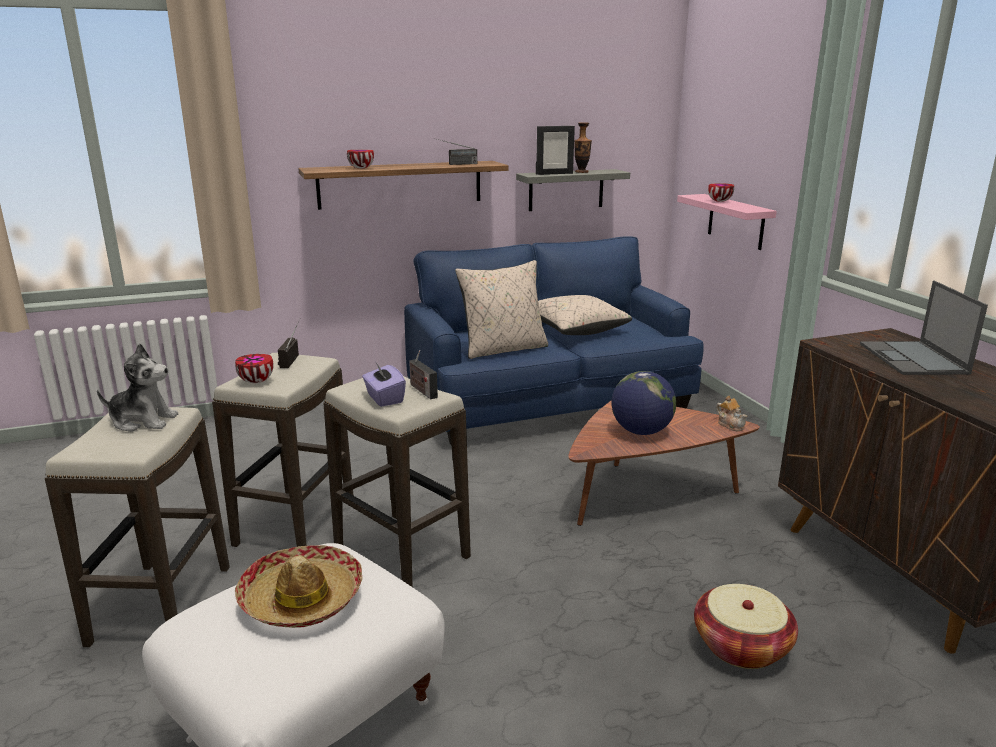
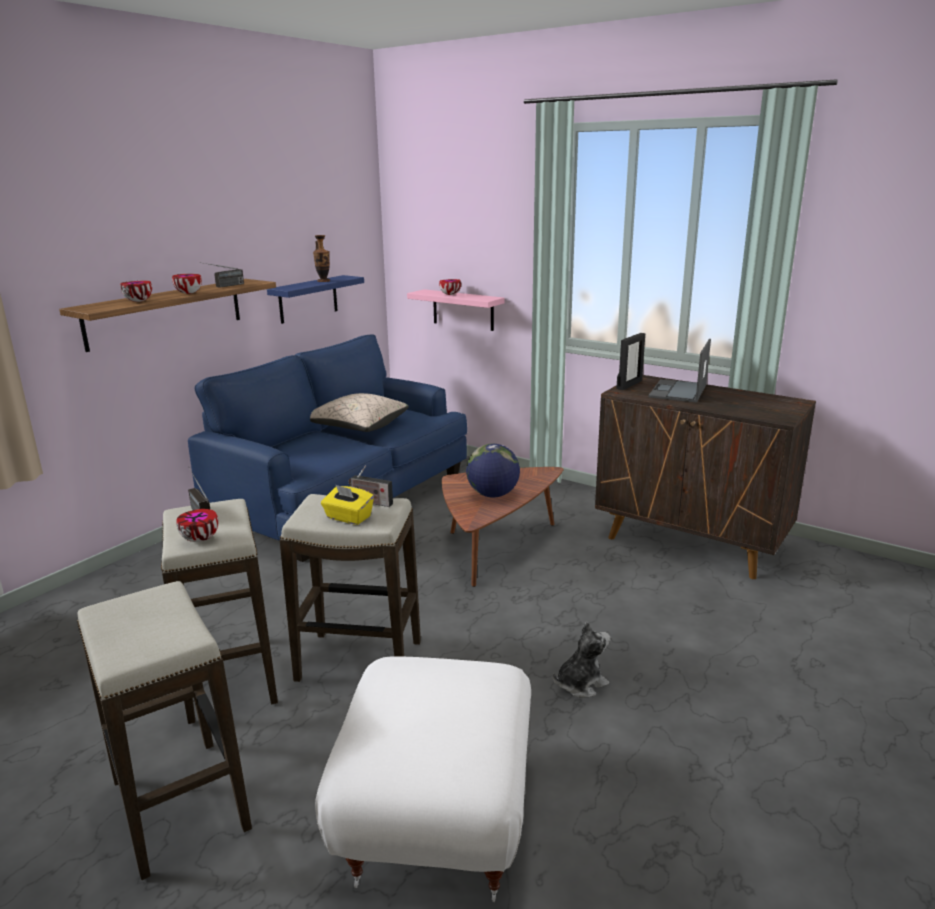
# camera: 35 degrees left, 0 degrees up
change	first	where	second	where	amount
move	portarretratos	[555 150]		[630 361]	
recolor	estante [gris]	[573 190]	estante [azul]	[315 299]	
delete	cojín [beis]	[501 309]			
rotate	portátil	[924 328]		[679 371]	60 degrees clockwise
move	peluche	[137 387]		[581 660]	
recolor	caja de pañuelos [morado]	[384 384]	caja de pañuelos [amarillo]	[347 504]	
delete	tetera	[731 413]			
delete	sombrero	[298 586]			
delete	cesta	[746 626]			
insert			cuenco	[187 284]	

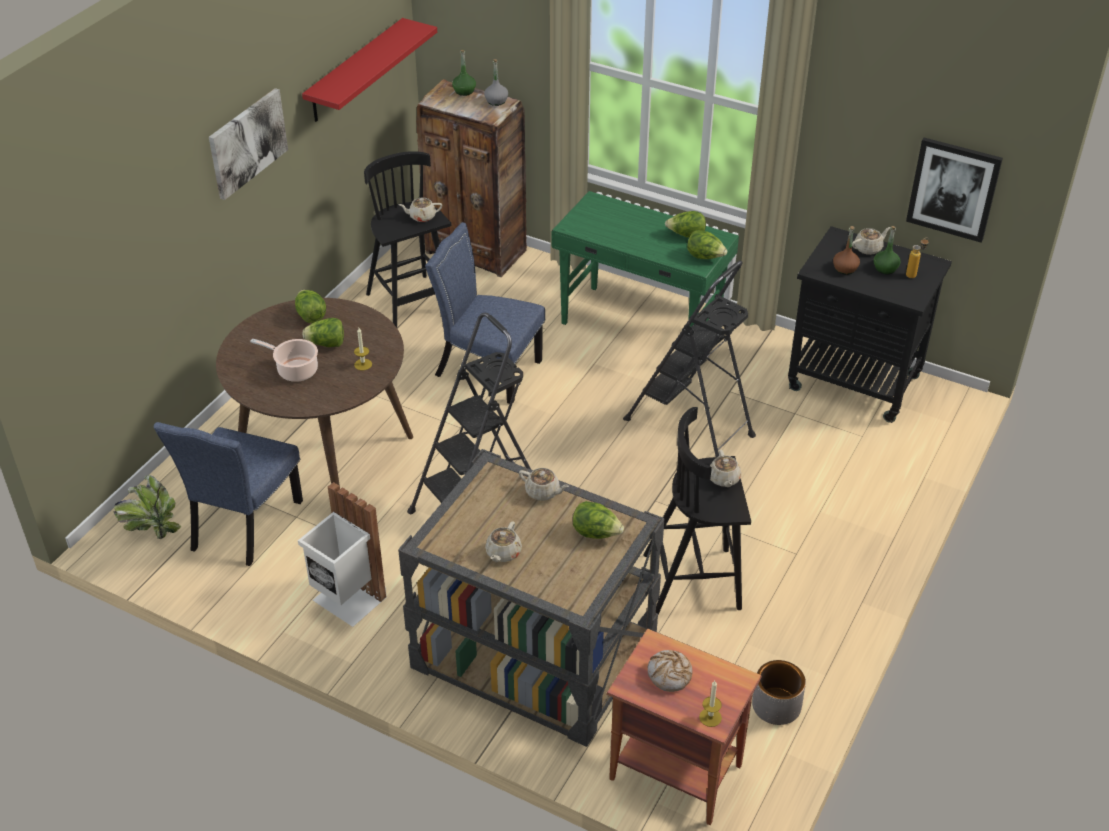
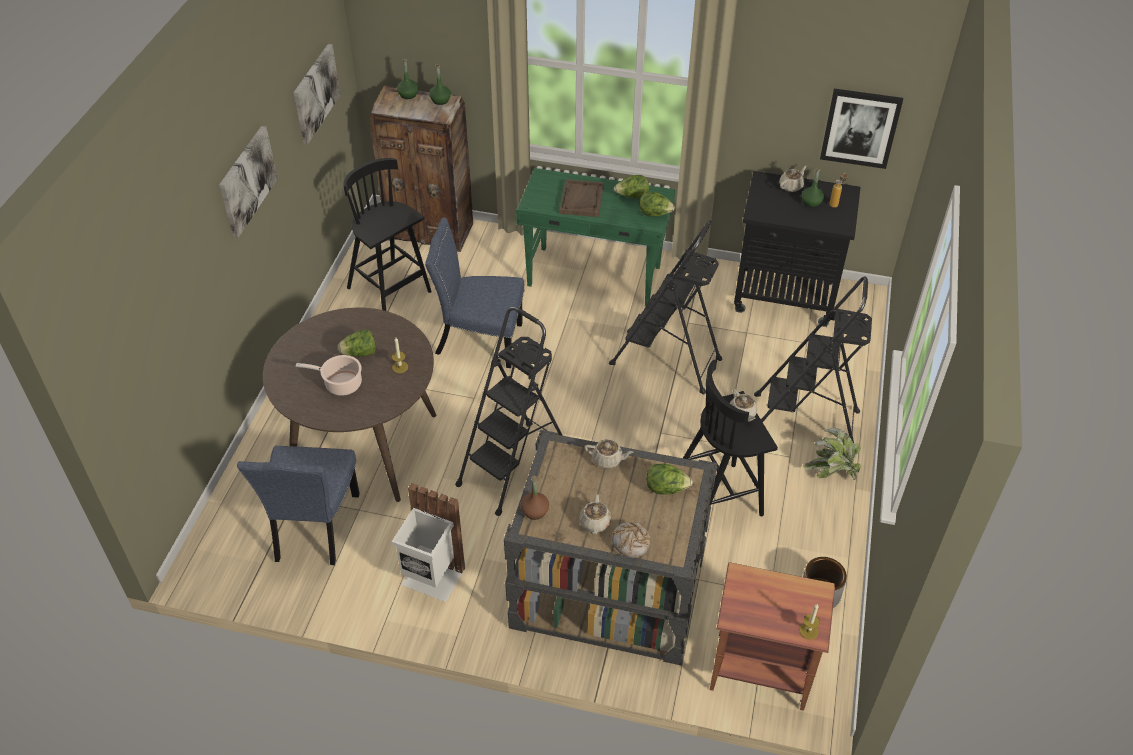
# camera: 15 degrees left, 5 degrees up
change	first	where	second	where	amount
replace	estante [rojo]	[369 70]	cuadro	[317 94]	
recolor	botella [gris]	[496 82]	botella [verde]	[440 84]	
delete	tetera [beis]	[420 209]			
move	botella [marrón]	[846 250]		[534 497]	
delete	lechuga	[310 306]			
move	planta en maceta	[147 507]		[832 454]	
move	pan	[670 671]		[631 540]	
insert			bandeja [marrón]	[582 198]	
insert			escalera de tijera	[813 359]	

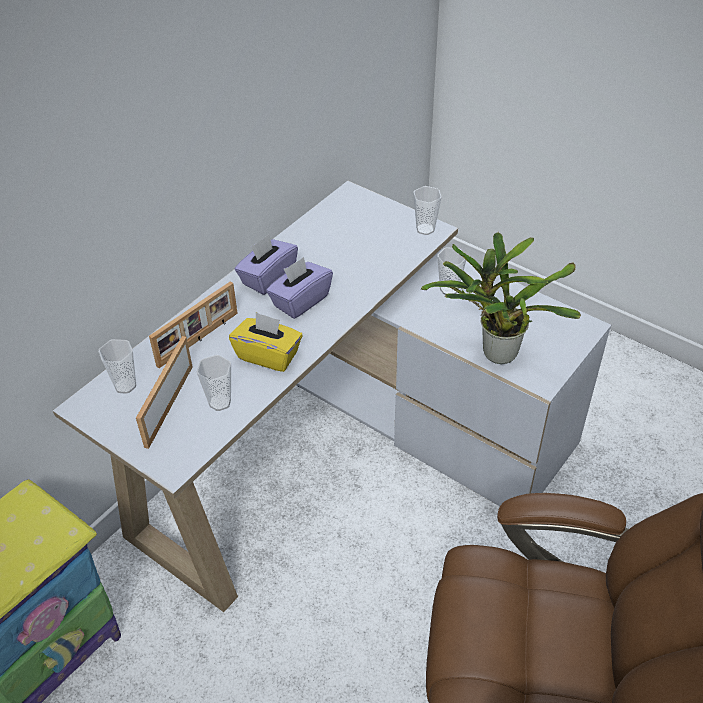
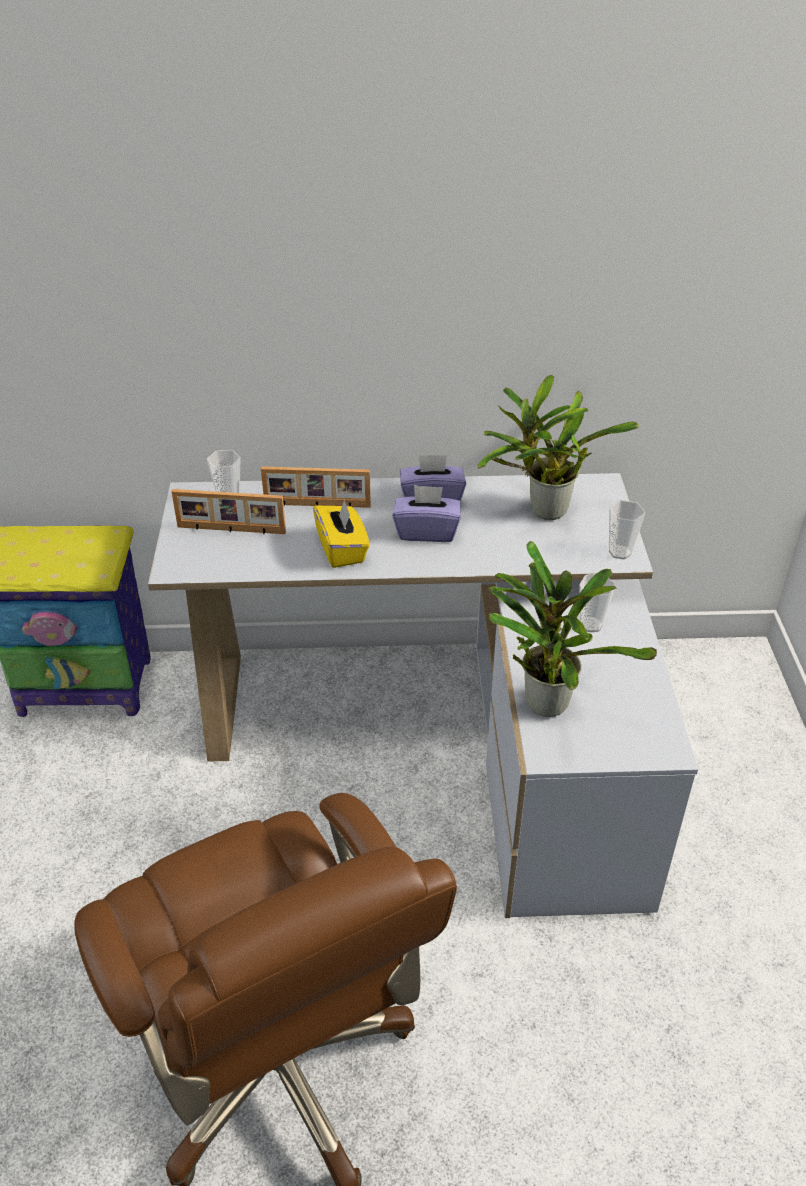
# camera: 50 degrees right, 5 degrees down
change	first	where	second	where	amount
rotate	portarretratos	[164 392]		[228 511]	150 degrees counterclockwise
delete	taza	[214 383]			
insert			planta en maceta	[558 447]	

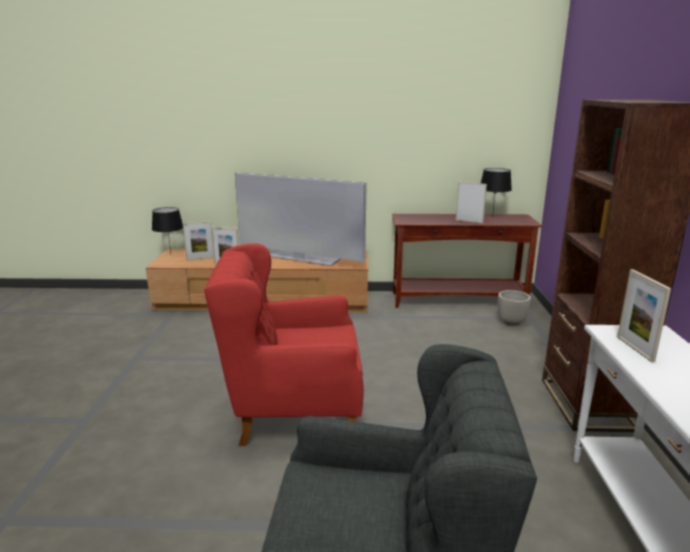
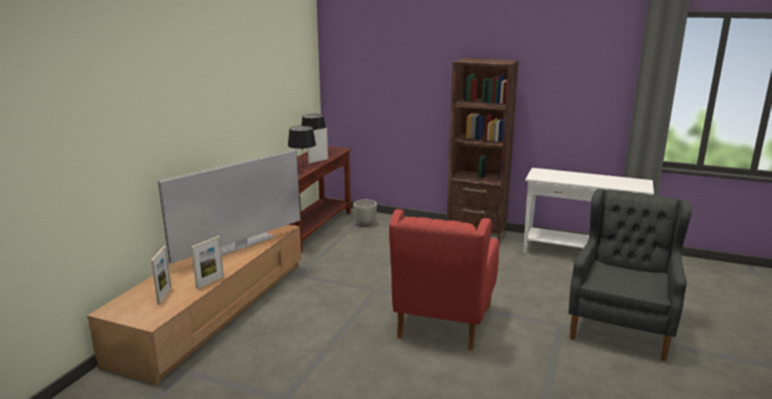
# camera: 70 degrees left, 0 degrees up
change	first	where	second	where	amount
move	lámpara de mesa [negro]	[167 230]		[302 142]	
delete	portarretratos	[644 315]			

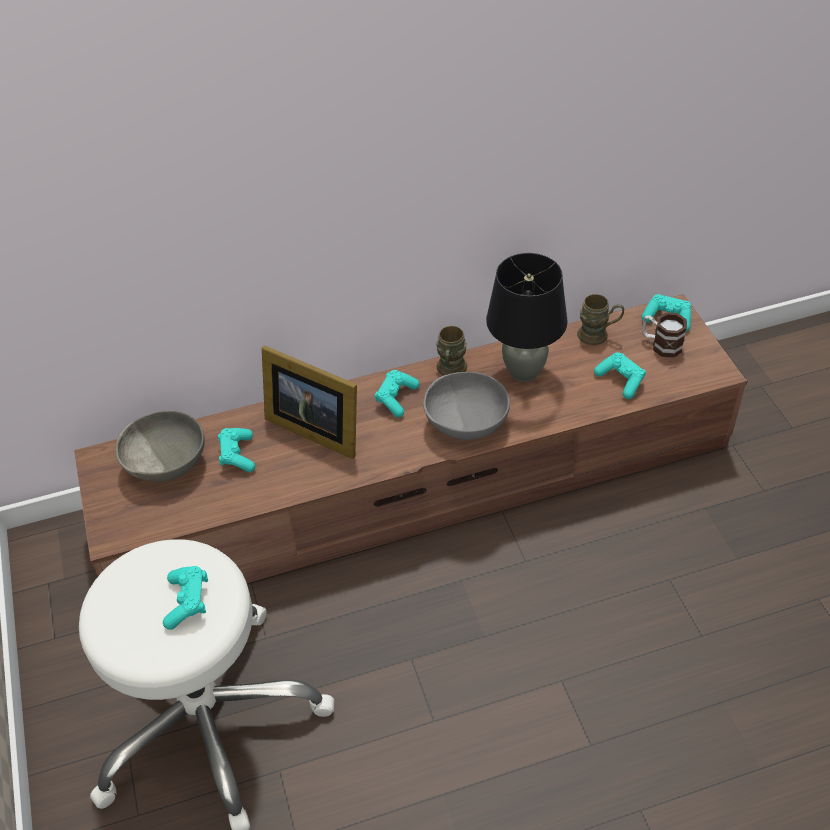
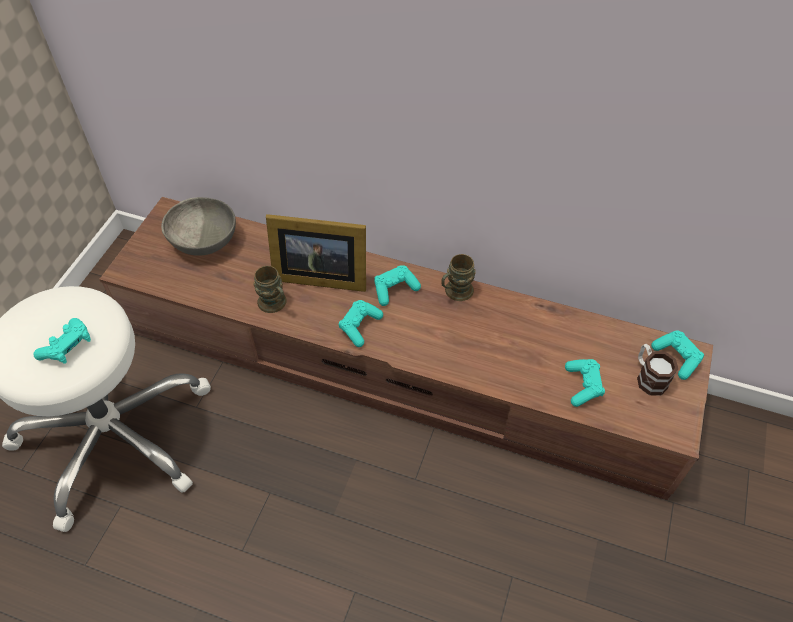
# camera: 35 degrees right, 5 degrees up
change	first	where	second	where	amount
delete	lámpara de mesa [negro]	[527 317]			
move	taza grande [marrón]	[600 319]		[270 289]	
rotate	portarretratos	[309 402]		[316 253]	60 degrees counterclockwise
delete	cuenco [gris]	[466 406]			
move	mando de consola [turquesa]	[236 450]		[361 323]	

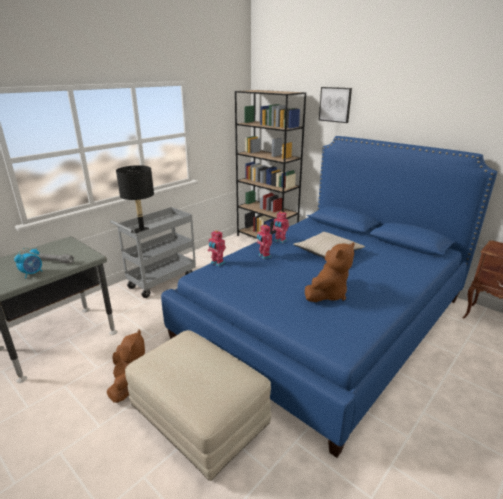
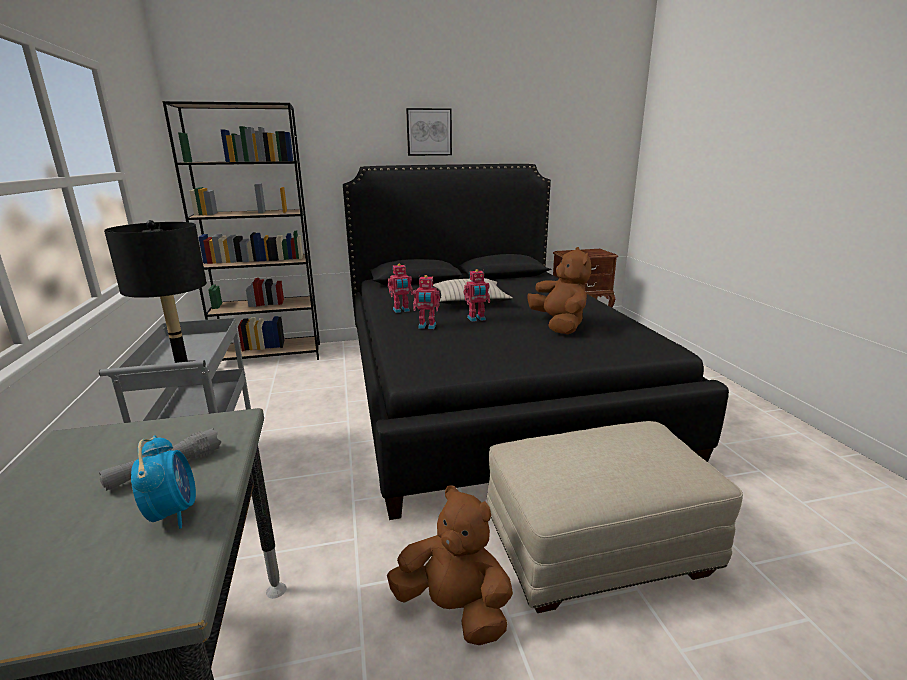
# camera: 55 degrees left, 5 degrees down
change	first	where	second	where	amount
move	cuadro	[335 105]		[429 132]	
recolor	cama [azul]	[329 297]	cama [negro]	[536 342]	
move	robot de juguete	[217 248]		[477 295]	

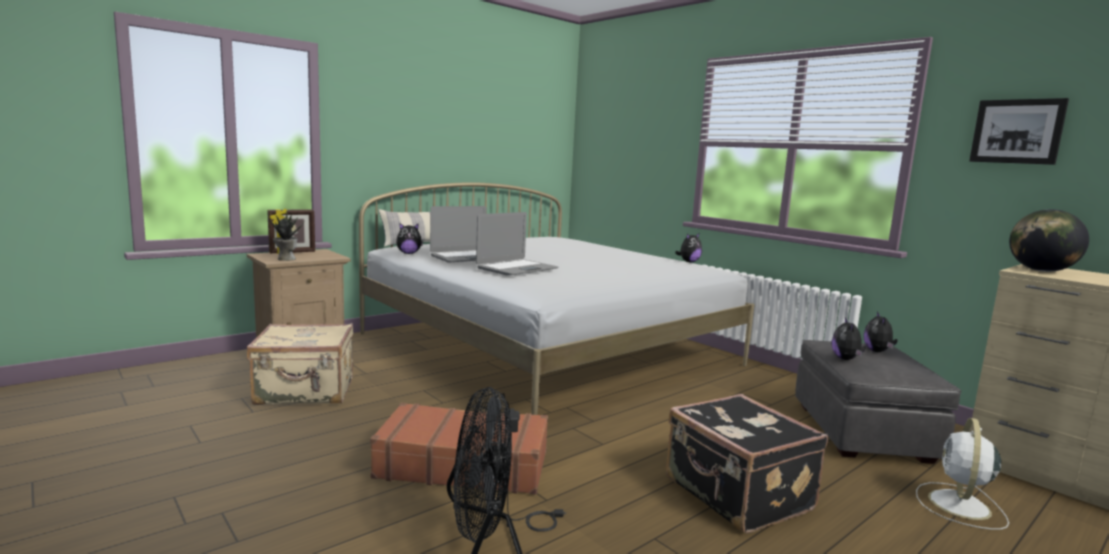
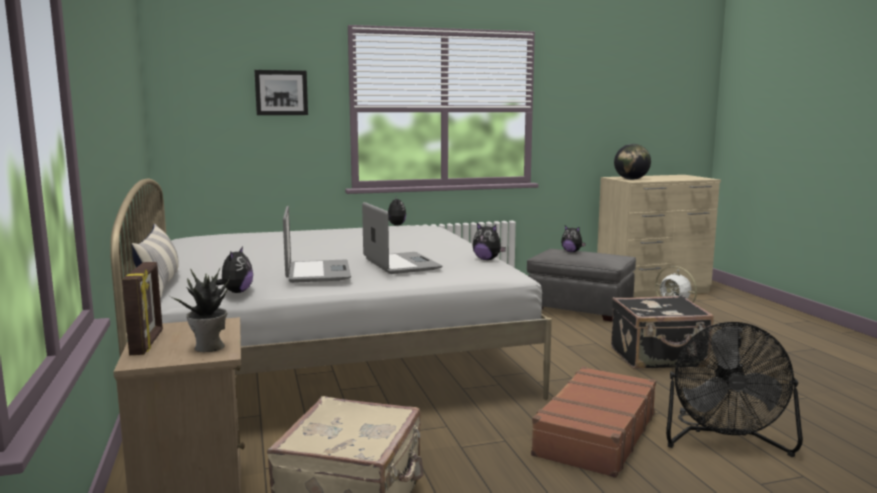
# camera: 65 degrees left, 0 degrees up
change	first	where	second	where	amount
move	cuadro	[1019 131]		[281 92]	
move	peluche	[849 338]		[489 241]	

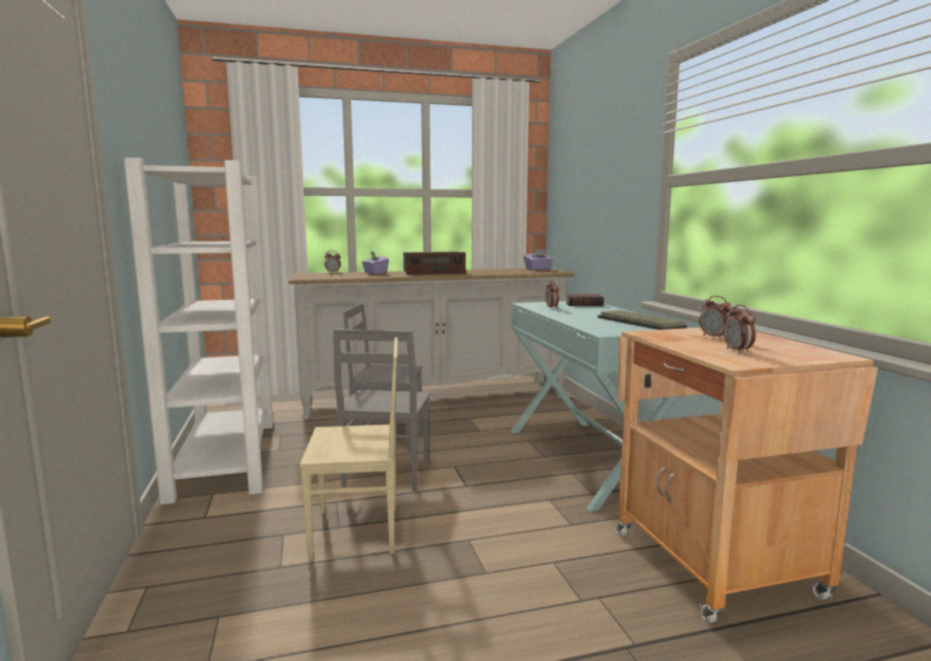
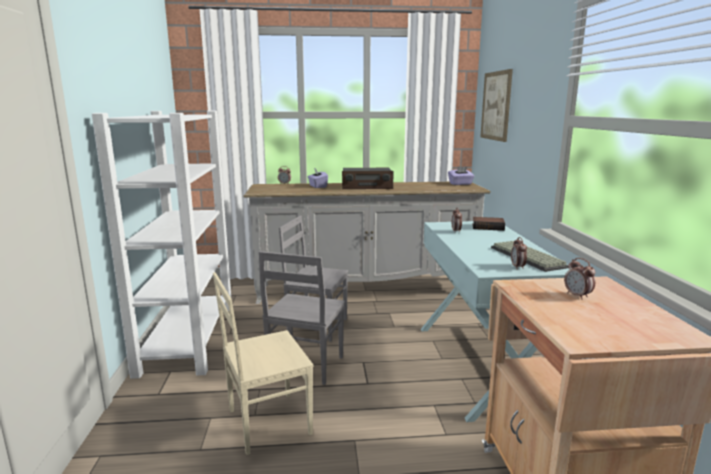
# camera: 10 degrees right, 5 degrees up
change	first	where	second	where	amount
move	despertador	[740 329]		[519 253]	
rotate	silla [beis]	[349 448]		[263 363]	150 degrees clockwise
insert			cuadro	[496 105]	

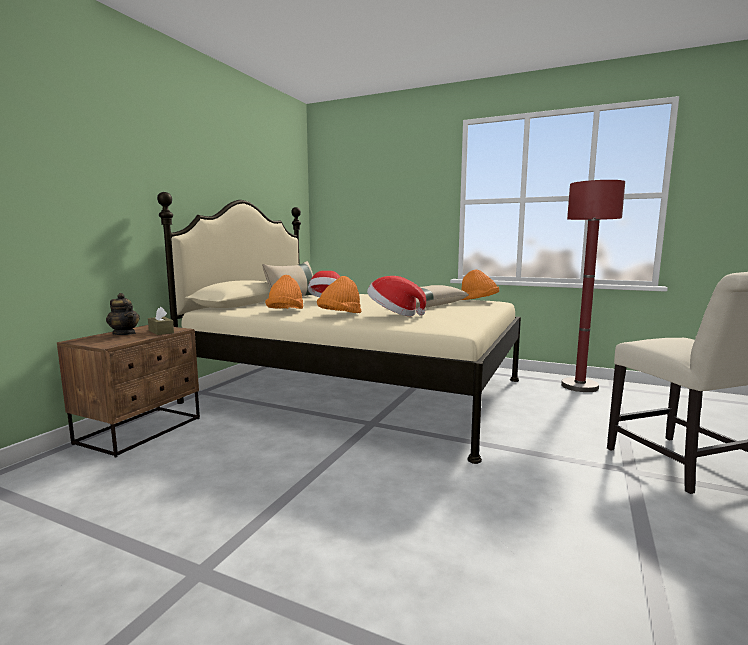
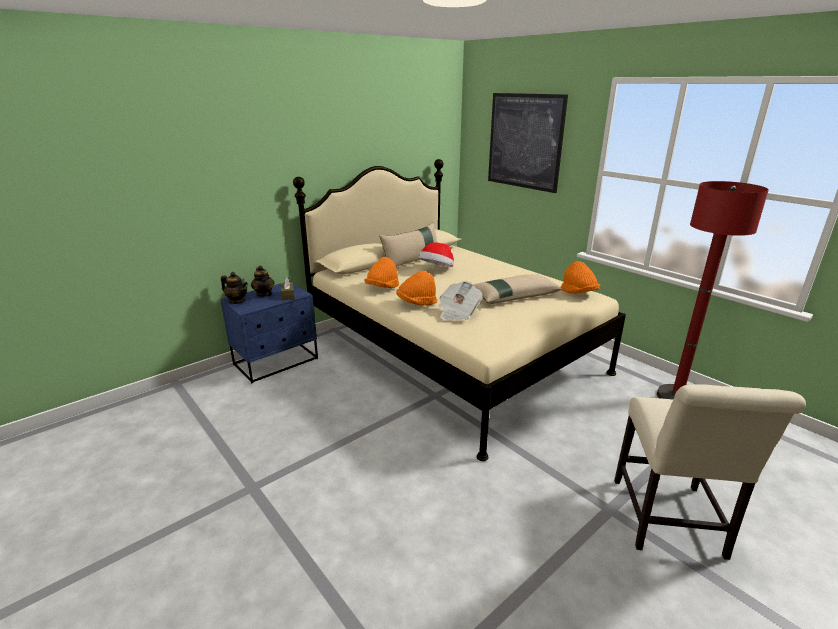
# camera: 25 degrees right, 15 degrees up
change	first	where	second	where	amount
replace	sombrero	[396 296]	periódico	[461 301]	
recolor	mesita de noche [marrón]	[128 391]	mesita de noche [azul]	[269 332]	
insert			cuadro	[528 143]	
insert			tetera	[234 288]	

